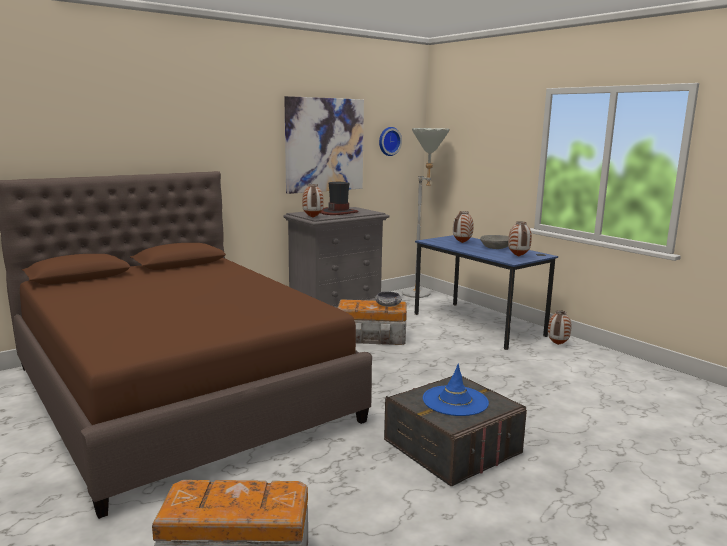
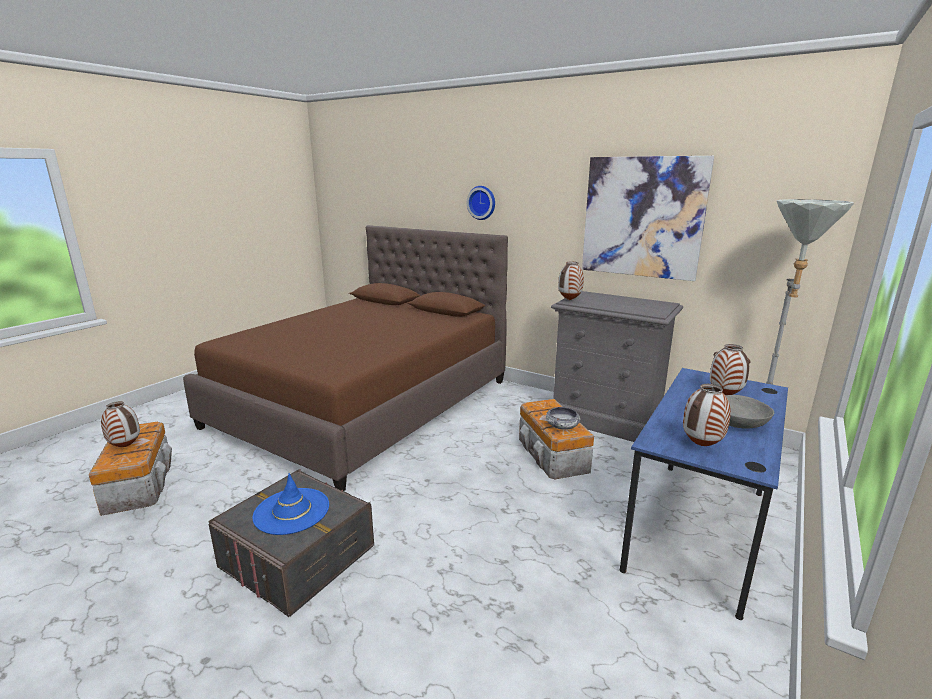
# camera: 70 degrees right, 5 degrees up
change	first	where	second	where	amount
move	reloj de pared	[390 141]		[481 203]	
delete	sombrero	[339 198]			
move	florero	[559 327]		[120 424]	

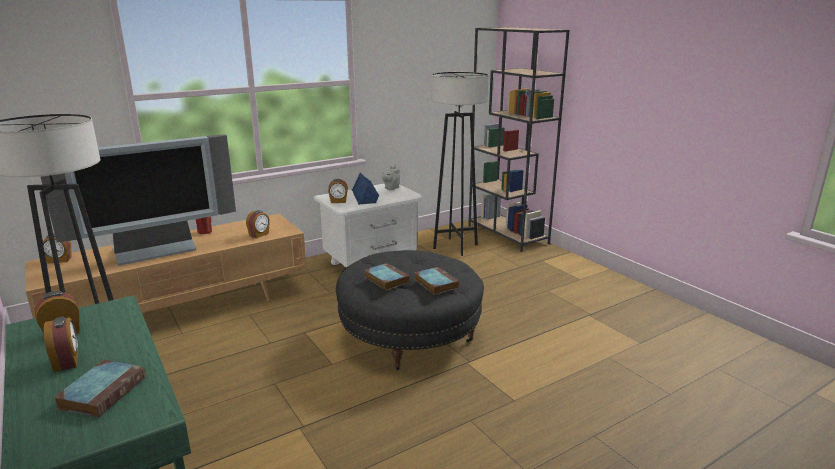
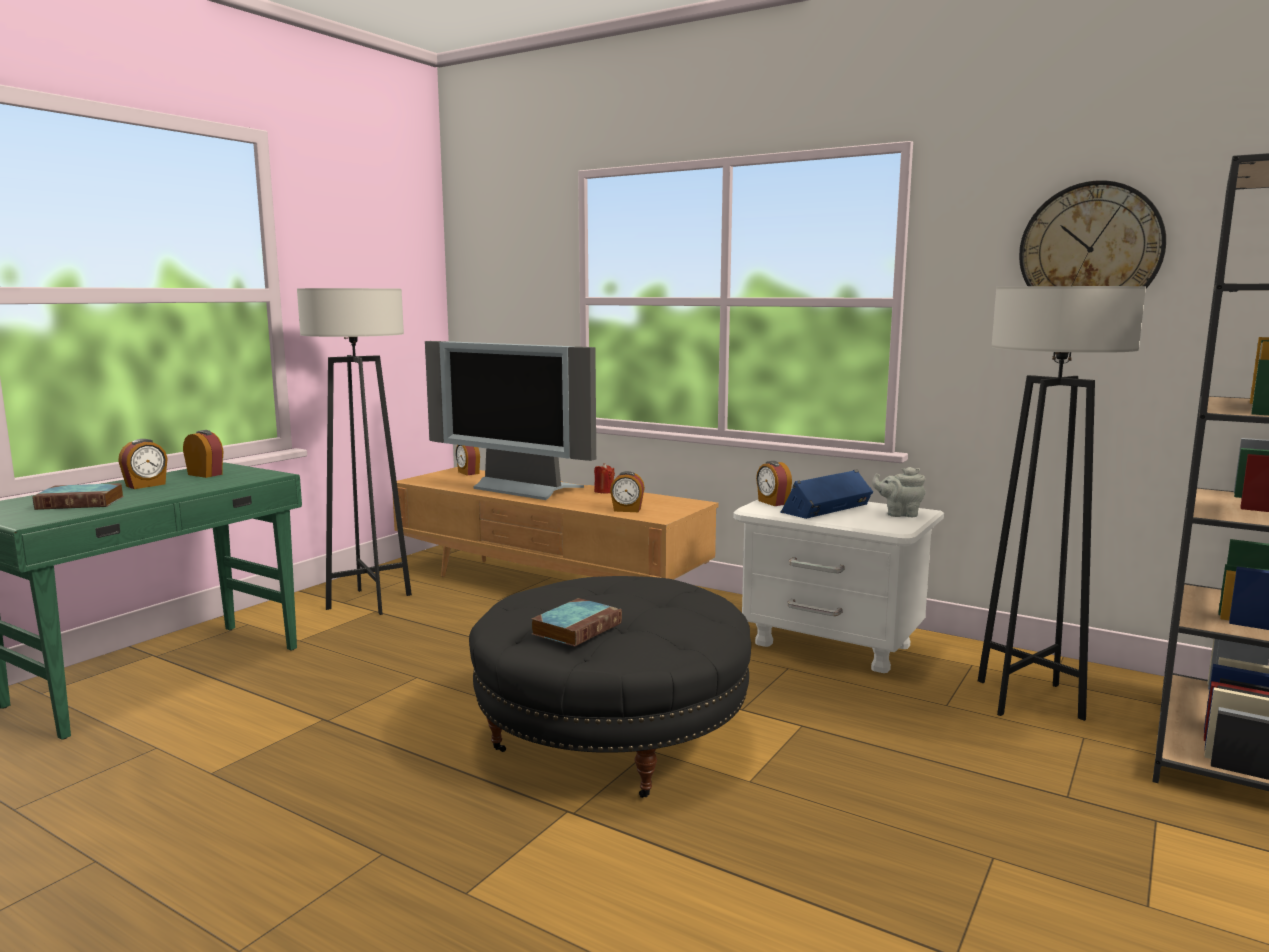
# camera: 65 degrees right, 10 degrees down
change	first	where	second	where	amount
delete	libro	[387 276]			
insert			reloj de pared	[1092 234]	

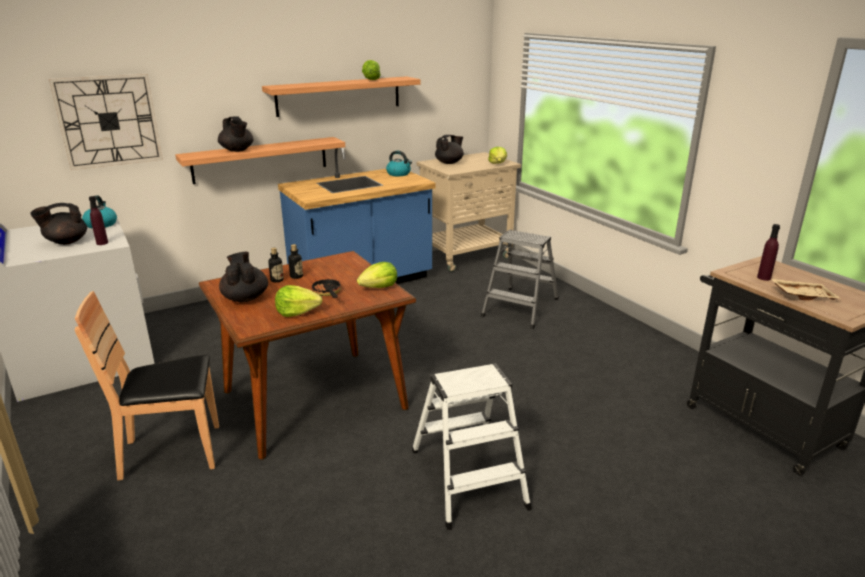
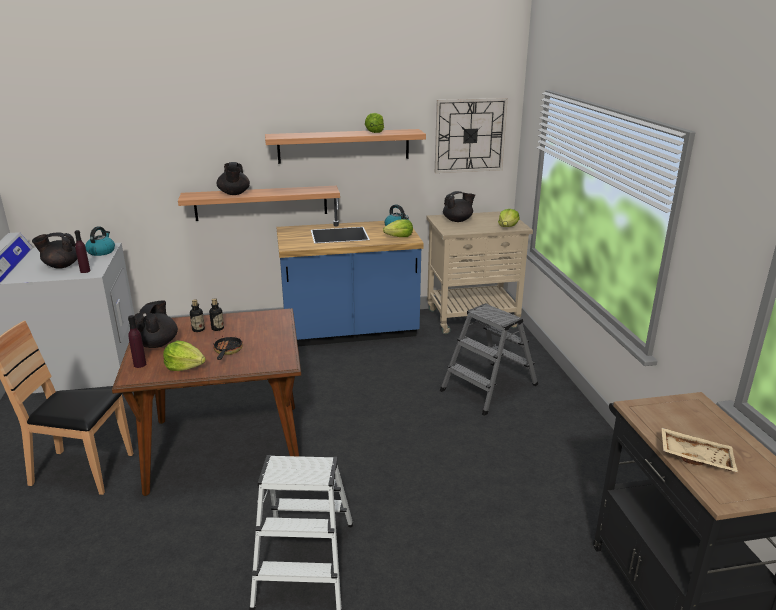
# camera: 20 degrees right, 0 degrees up
change	first	where	second	where	amount
move	reloj de pared	[106 122]		[471 135]	
move	botella [morado]	[768 252]		[137 341]	
move	lechuga	[377 275]		[398 228]	

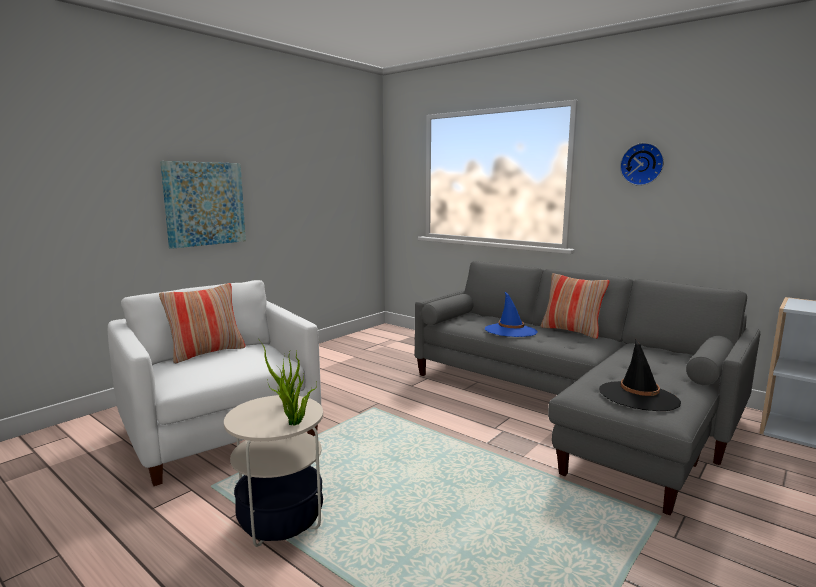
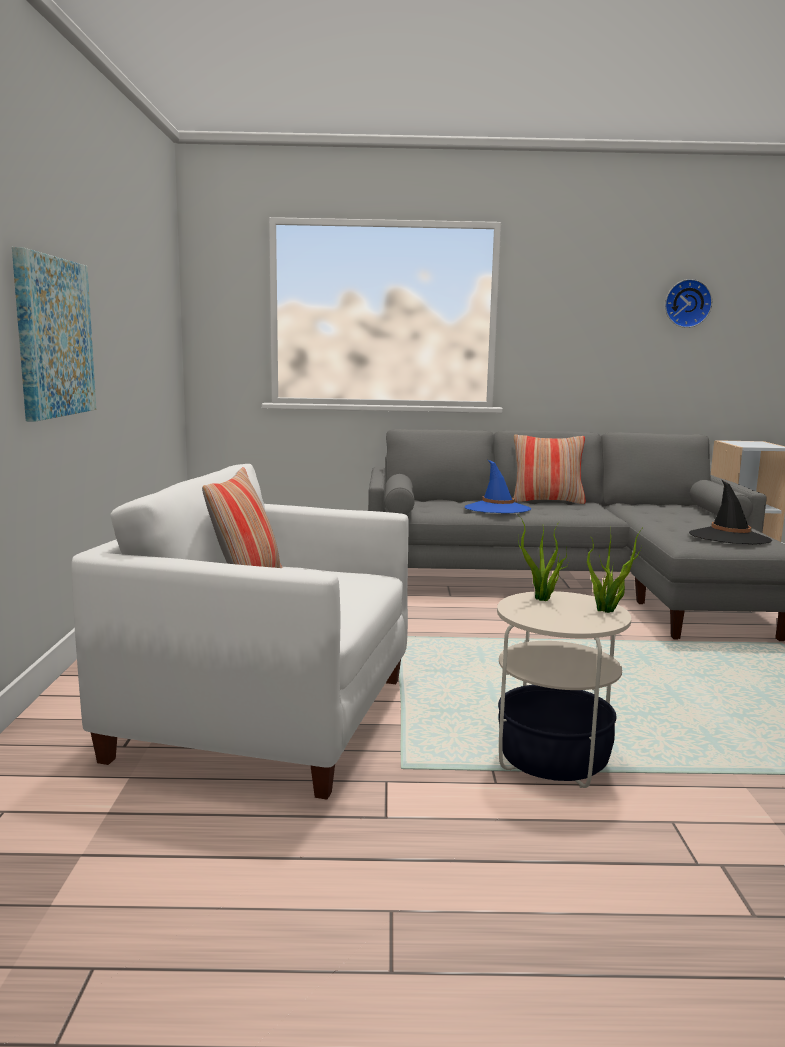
# camera: 40 degrees left, 0 degrees up
change	first	where	second	where	amount
move	reloj de pared	[642 164]		[688 303]	

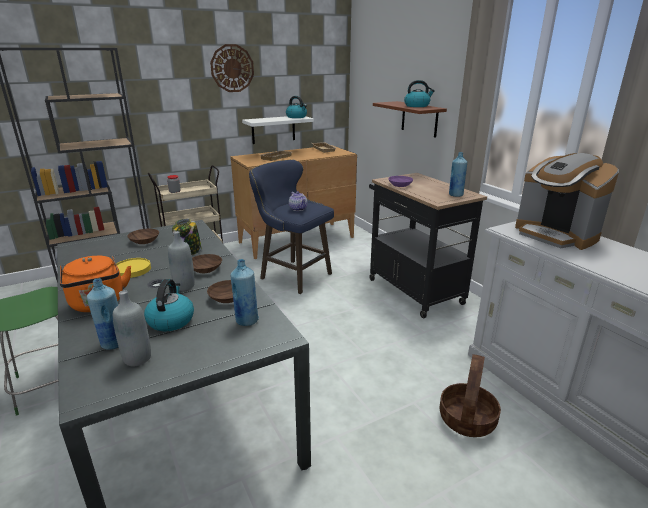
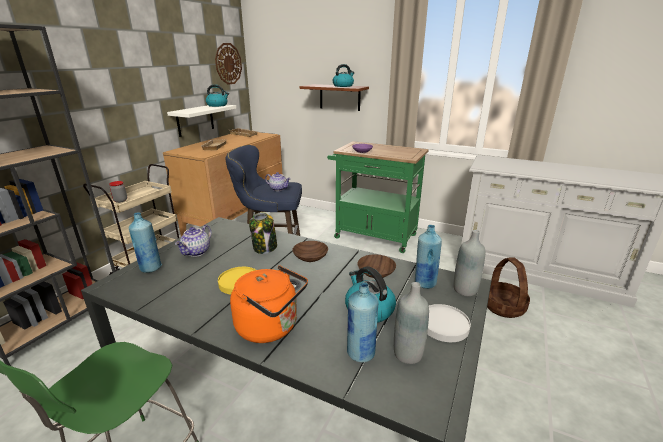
# camera: 35 degrees left, 0 degrees up
change	first	where	second	where	amount
move	reloj de pared	[232 68]		[228 64]	
move	botella [azul]	[458 174]		[145 242]	
delete	cafetera	[567 201]			
recolor	carrito [negro]	[428 245]	carrito [verde]	[378 197]	
replace	cuenco [marrón]	[143 236]	tetera	[193 241]	
move	botella [gris]	[181 261]		[469 263]	
insert			plato [blanco]	[449 323]	

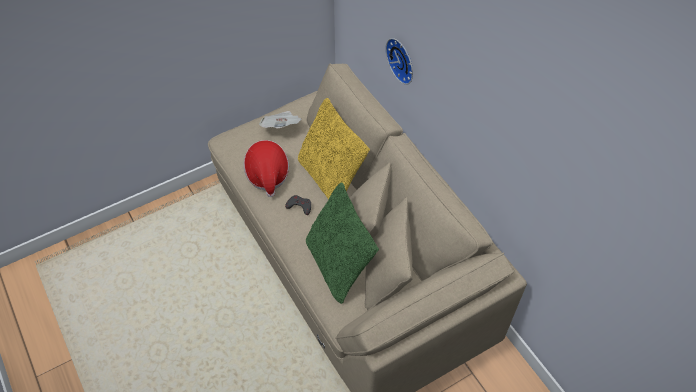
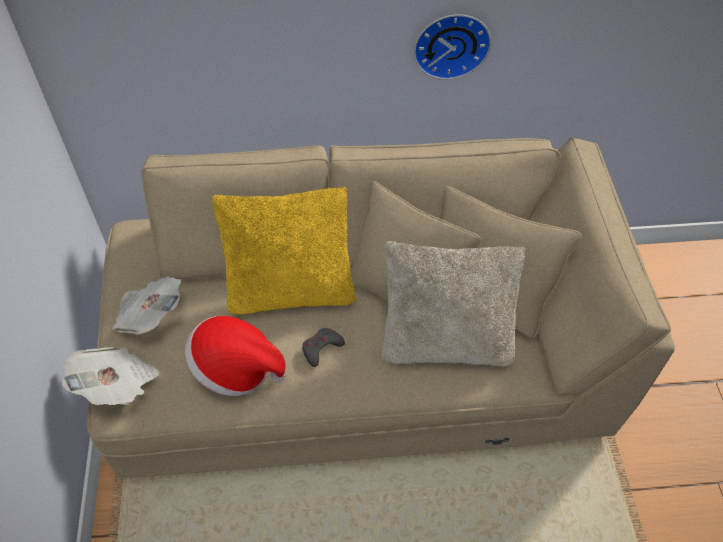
# camera: 65 degrees left, 0 degrees up
change	first	where	second	where	amount
move	reloj de pared	[399 61]		[452 47]	
recolor	cojín [verde]	[342 243]	cojín [beis]	[453 304]	
insert			periódico	[110 376]	

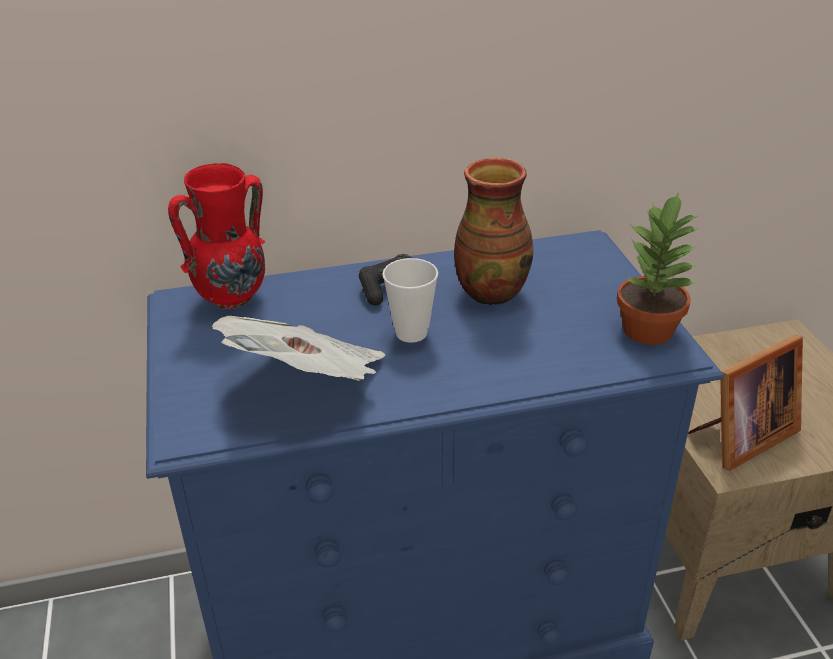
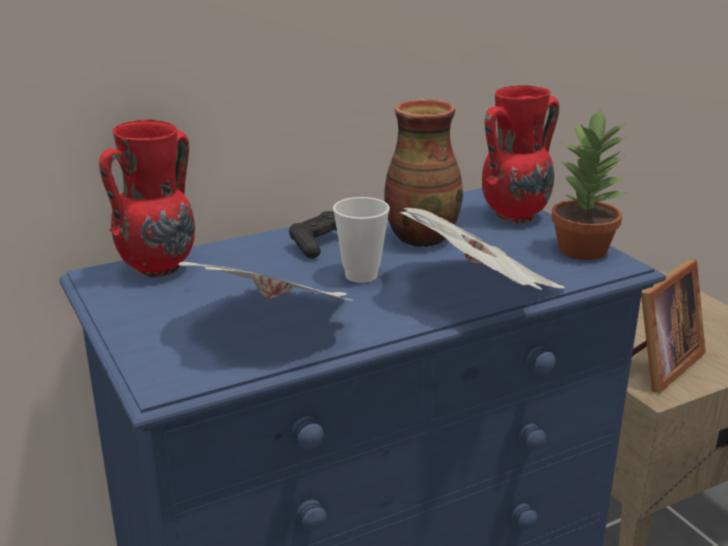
# camera: 15 degrees left, 10 degrees down
change	first	where	second	where	amount
insert			florero [rojo]	[520 154]	
insert			periódico	[482 249]	

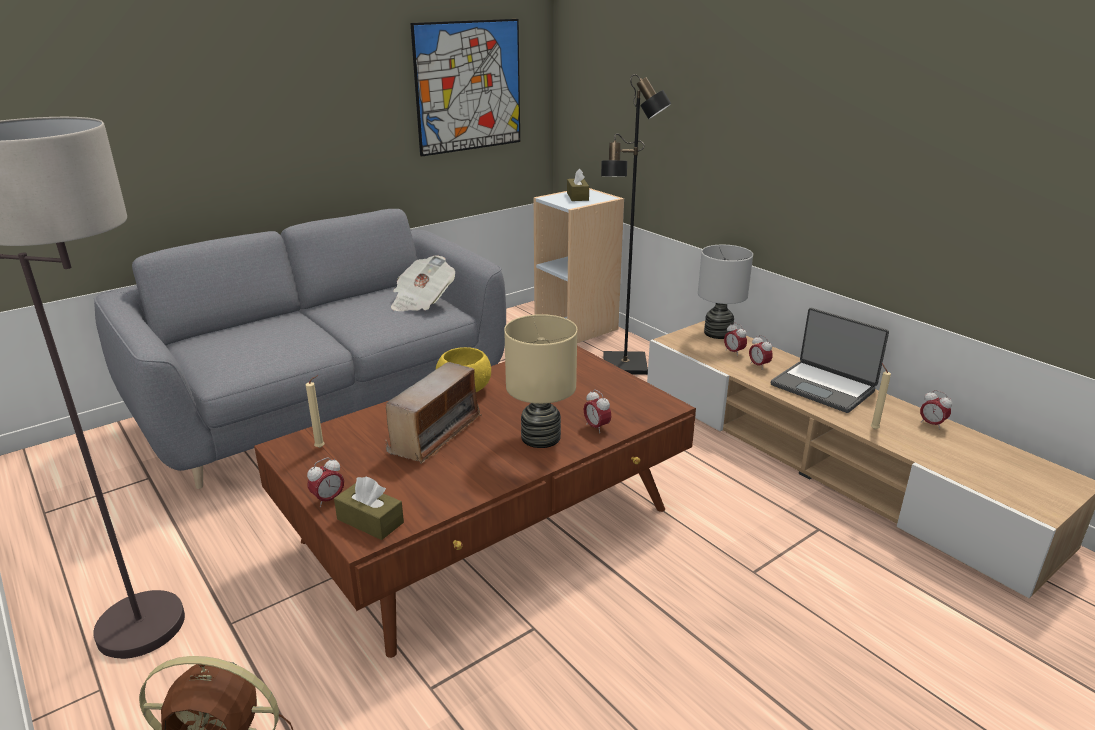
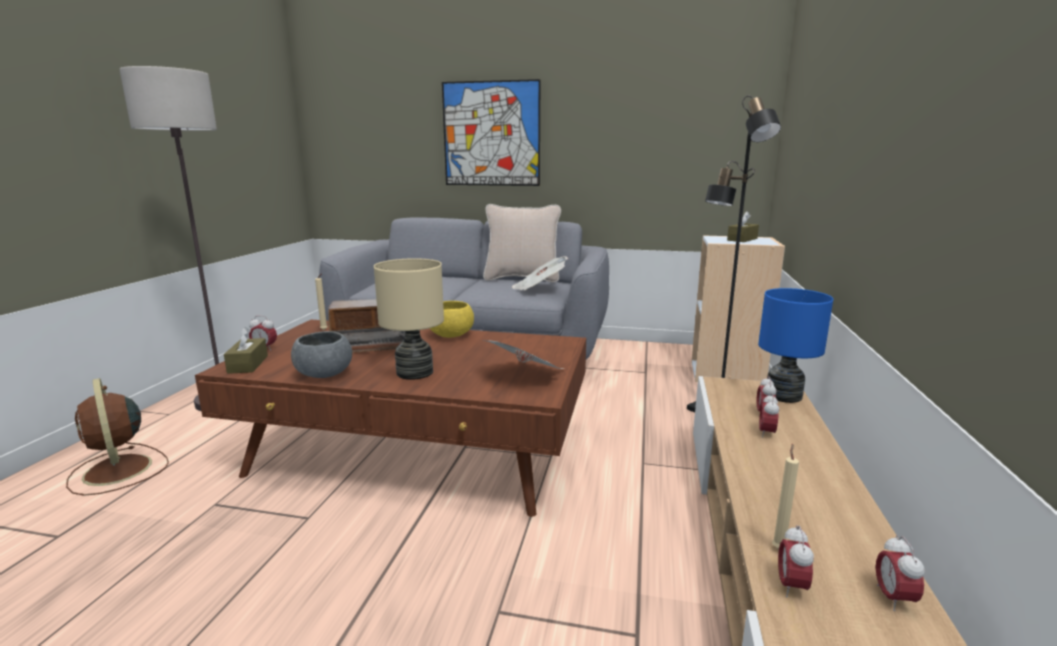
# camera: 50 degrees right, 10 degrees down
change	first	where	second	where	amount
move	cuadro	[465 88]		[491 132]	
recolor	lámpara de mesa [gris]	[725 292]	lámpara de mesa [azul]	[795 345]	
delete	portátil	[830 360]			
move	despertador	[597 411]		[796 561]	
insert			cojín [beis]	[522 243]	
insert			cuenco [gris]	[321 354]	
insert			periódico	[525 354]	

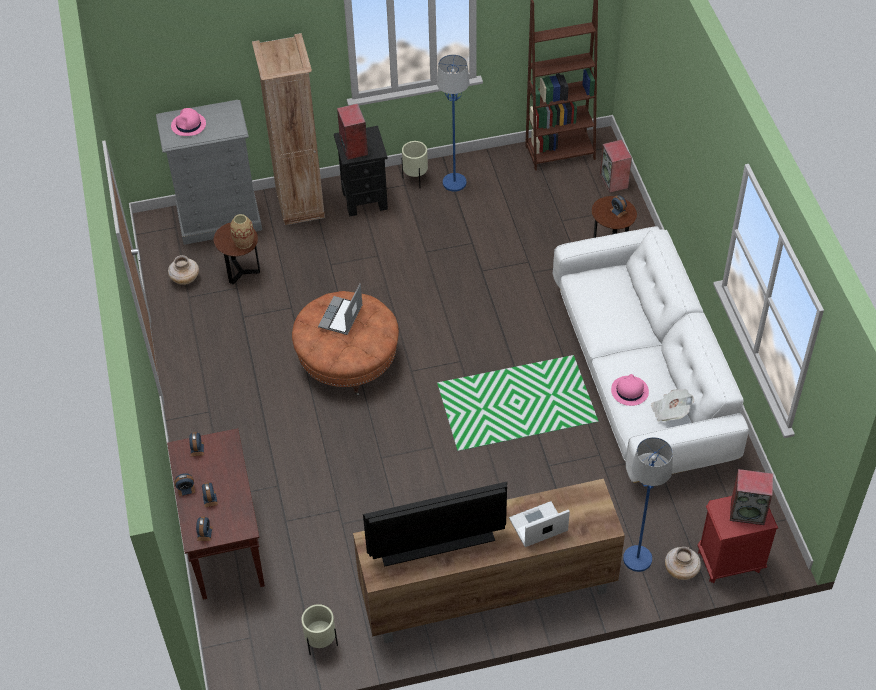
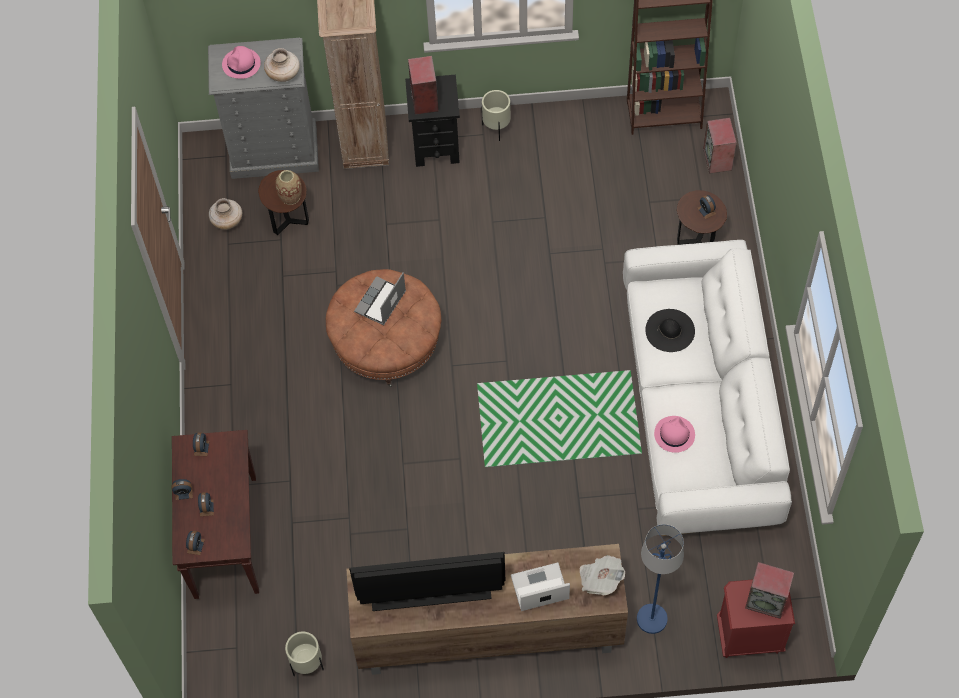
# camera: 10 degrees right, 10 degrees up
change	first	where	second	where	amount
delete	lámpara de pie [azul]	[453 123]			
move	periódico	[672 405]		[602 575]	
move	florero [beis]	[683 563]		[282 65]	
insert			sombrero [negro]	[670 330]	

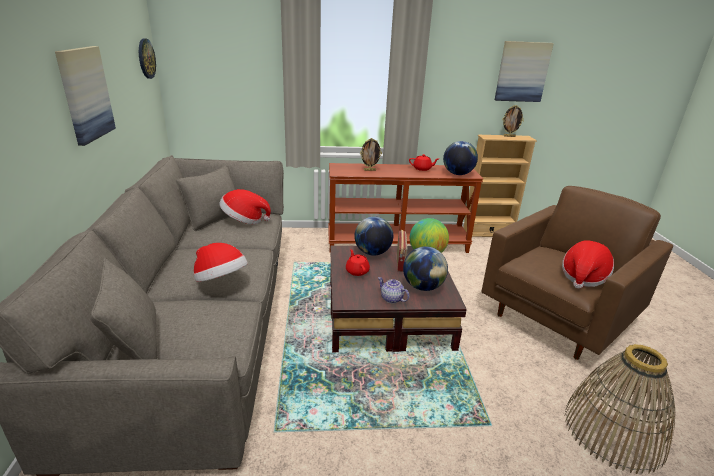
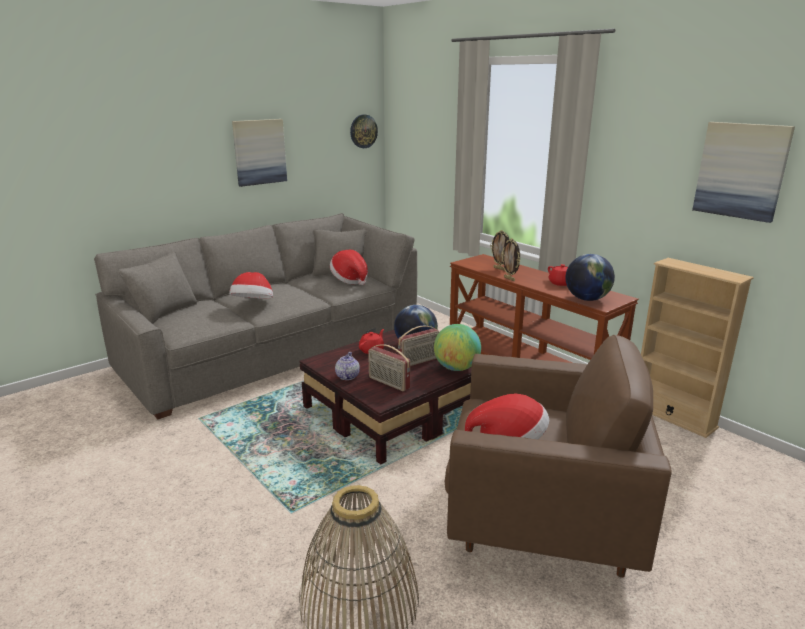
# camera: 55 degrees right, 5 degrees down
change	first	where	second	where	amount
move	portarretratos	[513 121]		[510 259]	
replace	globo terráqueo	[425 268]	radio	[389 367]	

